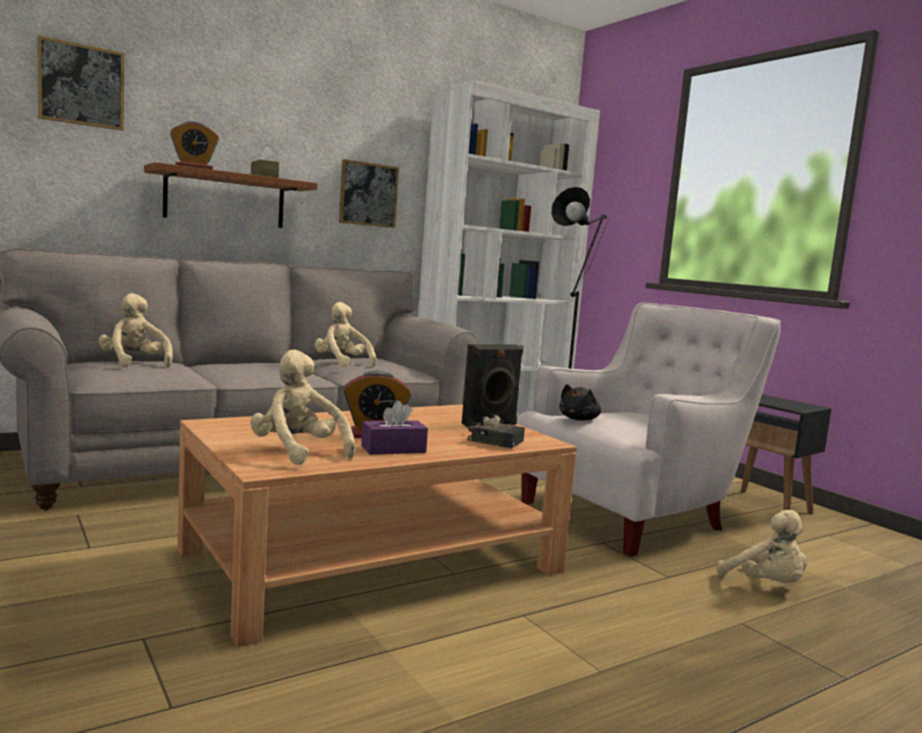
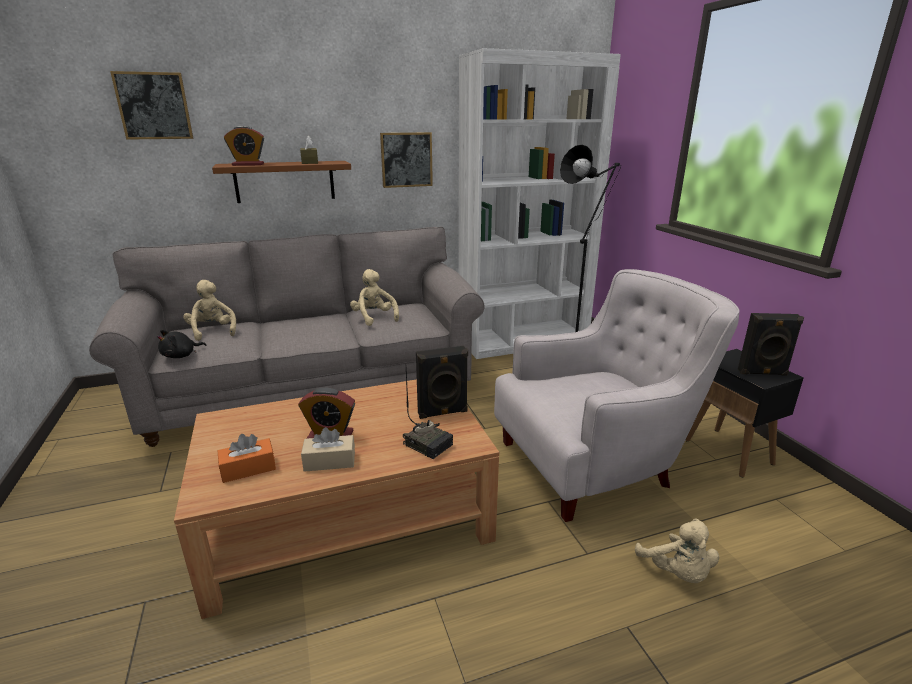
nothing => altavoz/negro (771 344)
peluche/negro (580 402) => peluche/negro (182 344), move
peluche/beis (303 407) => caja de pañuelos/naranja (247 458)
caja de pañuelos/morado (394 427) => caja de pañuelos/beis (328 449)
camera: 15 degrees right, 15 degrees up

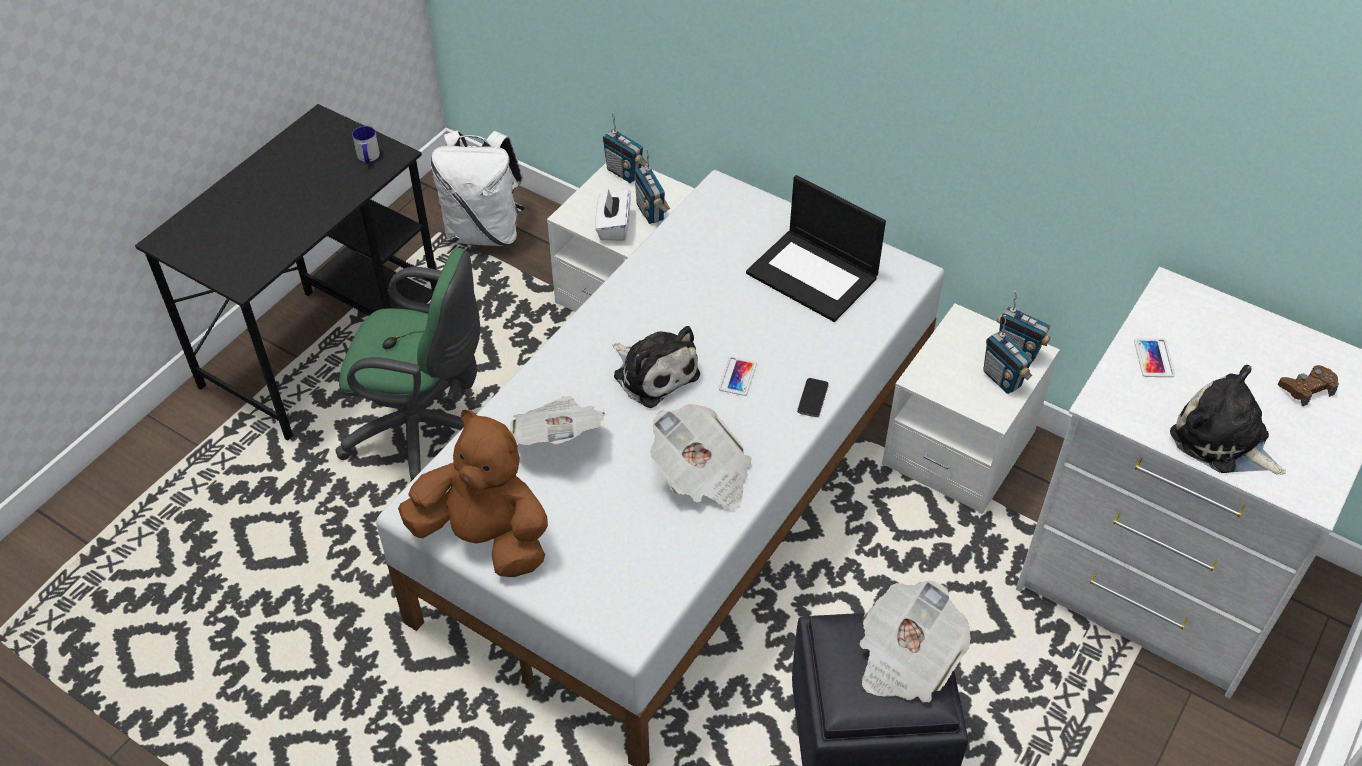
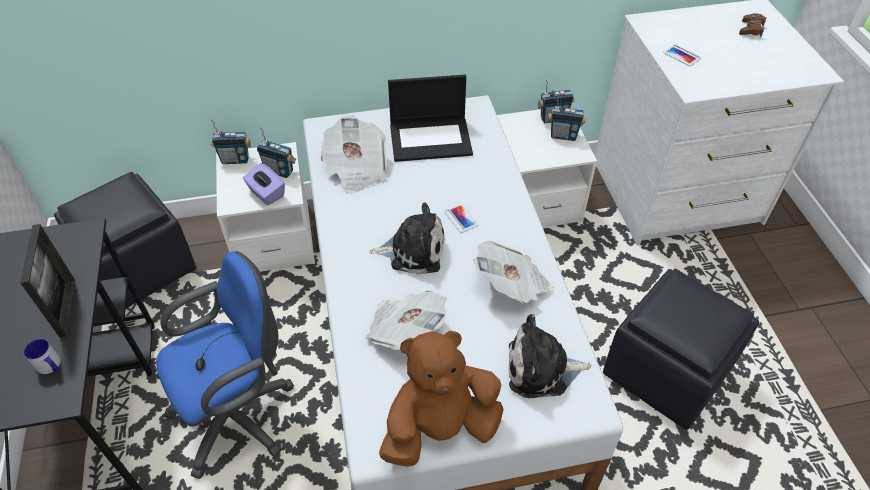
móvil (813 397) => nothing
nothing => portarretratos (47 281)
taza grande (366 144) => taza grande (42 356), move
periódico (915 642) => periódico (353 154), move
peluche (1228 420) => peluche (550 356), move
mochila/blanco (478 188) => puf/negro (125 240)
silla de oficina/verde (407 365) => silla de oficina/azul (225 365)
caja de pañuelos/blanco (613 215) => caja de pañuelos/morado (264 184)
camera: 45 degrees left, 0 degrees up

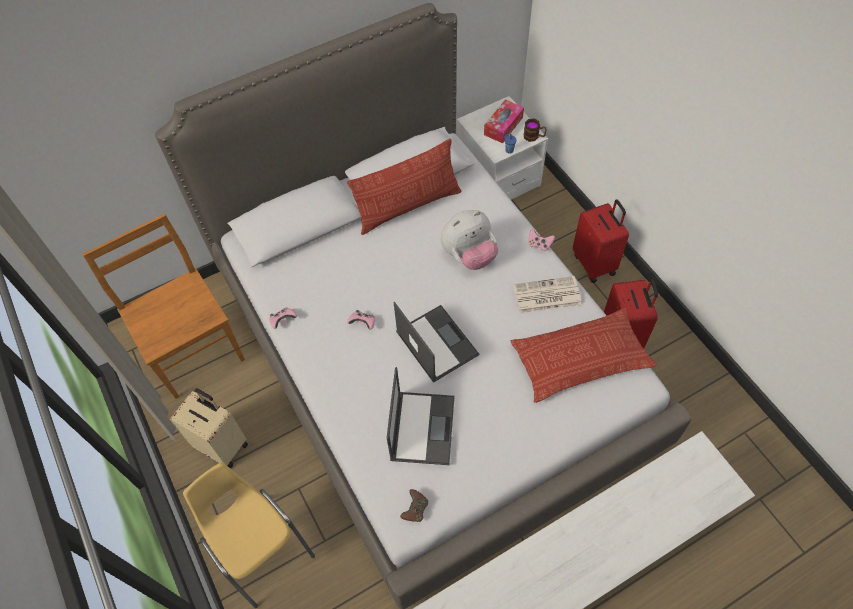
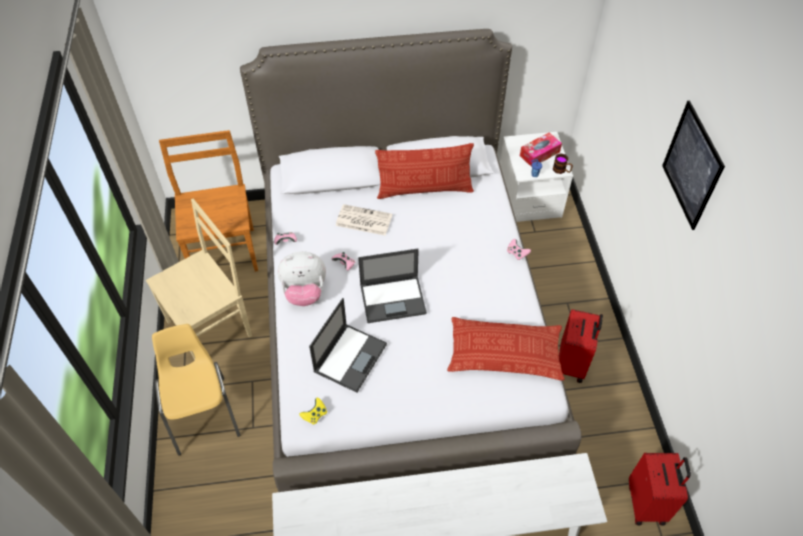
nothing => cuadro (693 165)
peluche (469 240) => peluche (301 278), move
periódico (547 294) => periódico (364 220), move
maleta/rojo (601 241) => maleta/rojo (660 489), move
maleta/beis (209 428) => silla/beis (199 279)
mando de consola/marrón (414 505) => mando de consola/amarillo (313 411)
portátil (437 342) => portátil (392 286), 90 degrees clockwise
camera: 20 degrees right, 5 degrees down

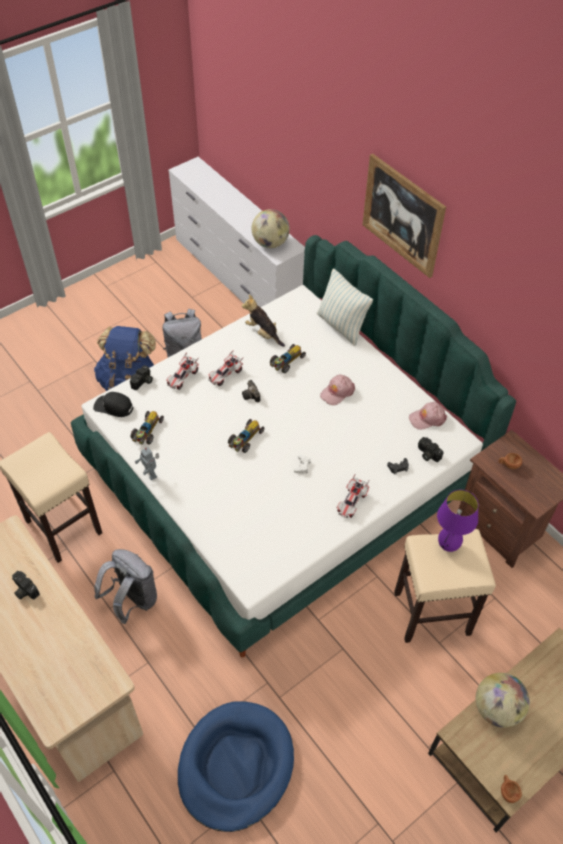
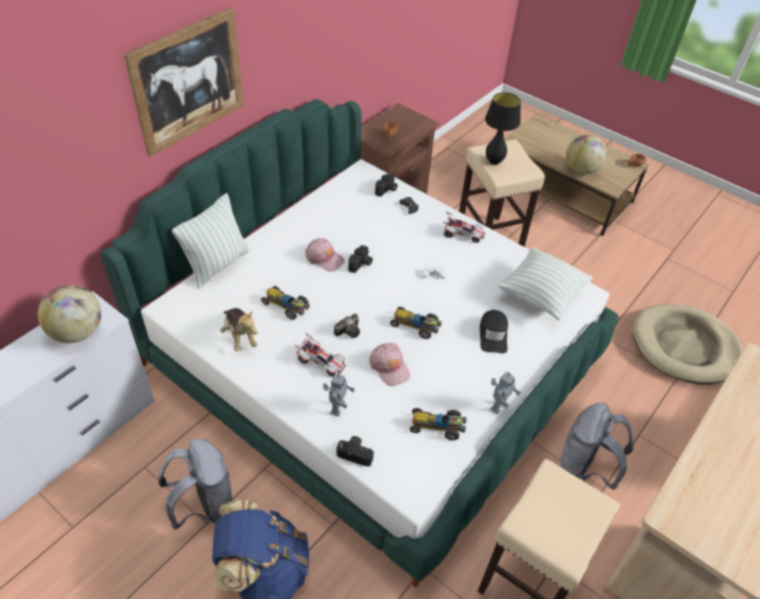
nothing => cojín (545 283)
cámara (26 585) => cámara (360 259), move
gorra/negro (113 404) => gorra/negro (494 331), move
gorra/rosa (428 416) => gorra/rosa (389 364), move
coche de juguete (182 371) => robot de juguete (339 395)
cama para perro/azul (236 766) => cama para perro/beis (688 344)
lámpara de mesa/morado (457 521) => lámpara de mesa/negro (503 128)
peluche (263 321) => peluche (239 329), 60 degrees counterclockwise
camera: 105 degrees left, 5 degrees down

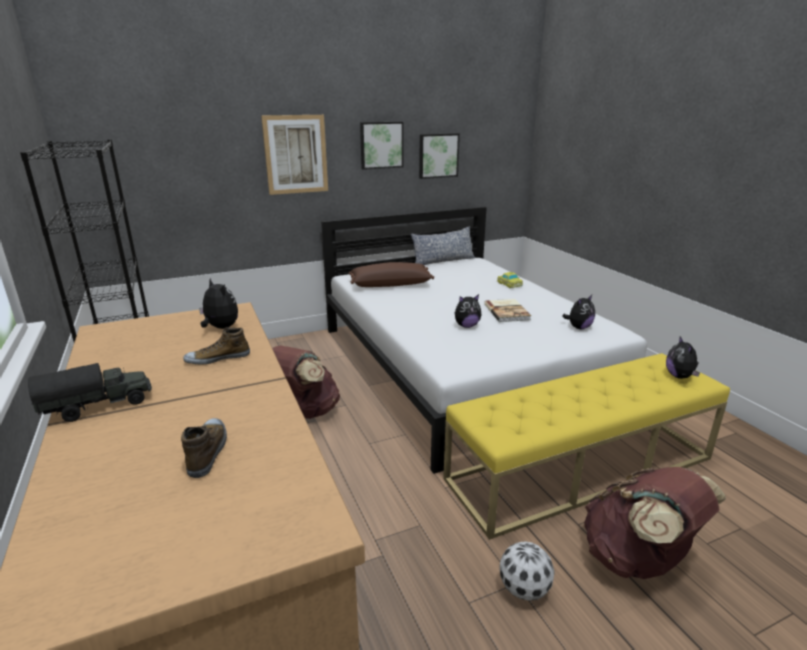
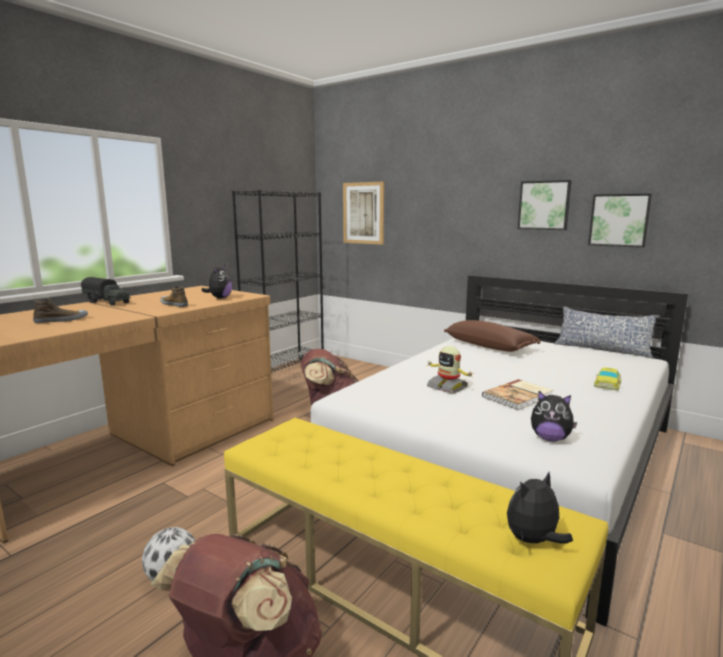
cuadro (294 155) => cuadro (363 213), move
peluche (468 311) => robot de juguete (449 369)
camera: 60 degrees right, 10 degrees down

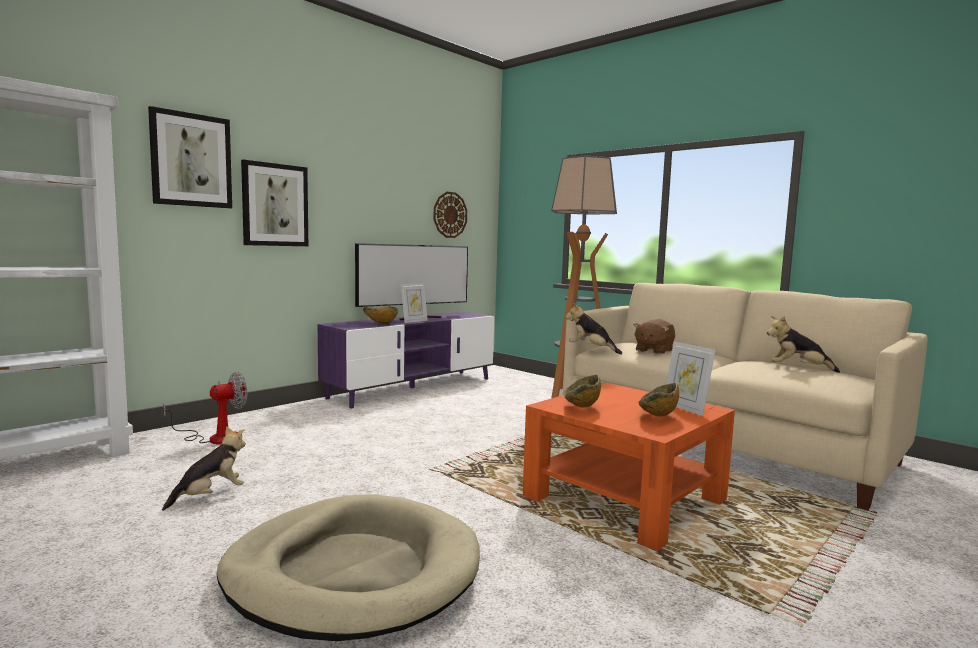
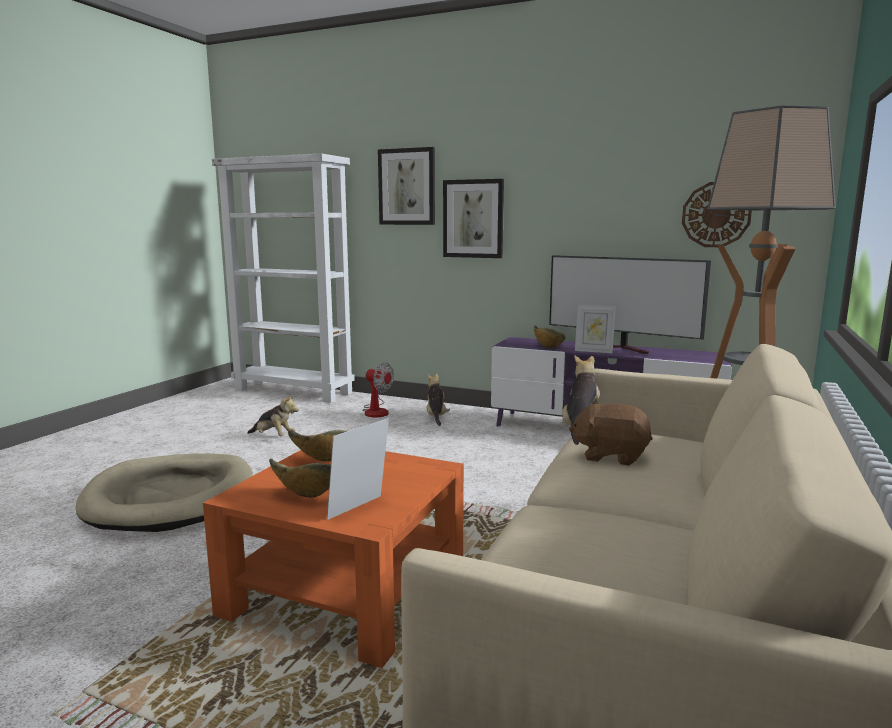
peluche (803 344) => peluche (438 400), move
camera: 70 degrees right, 5 degrees up

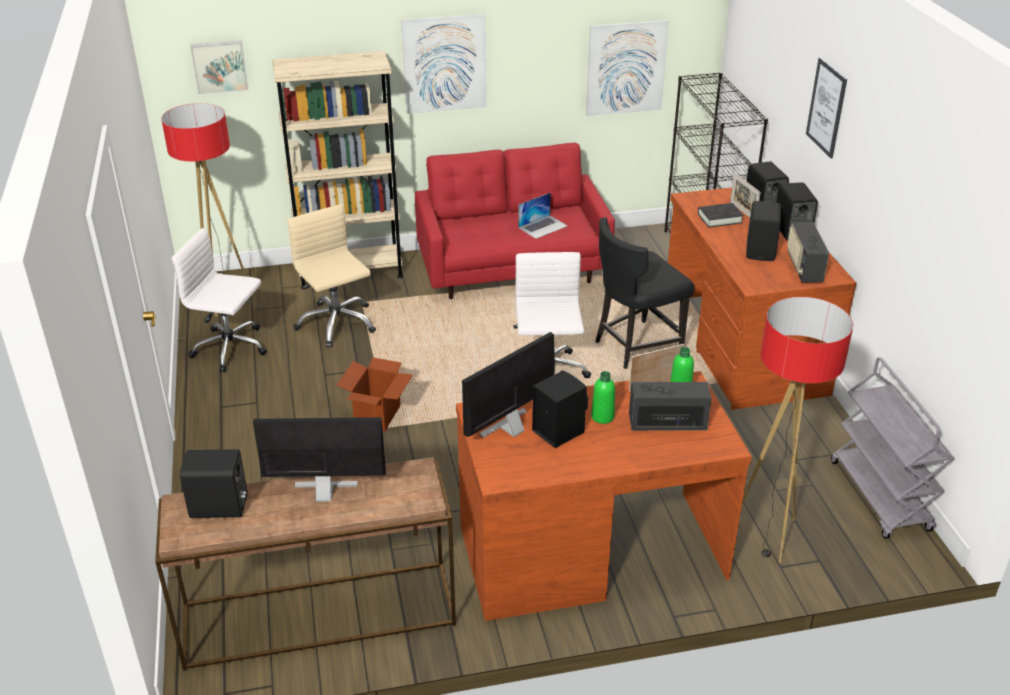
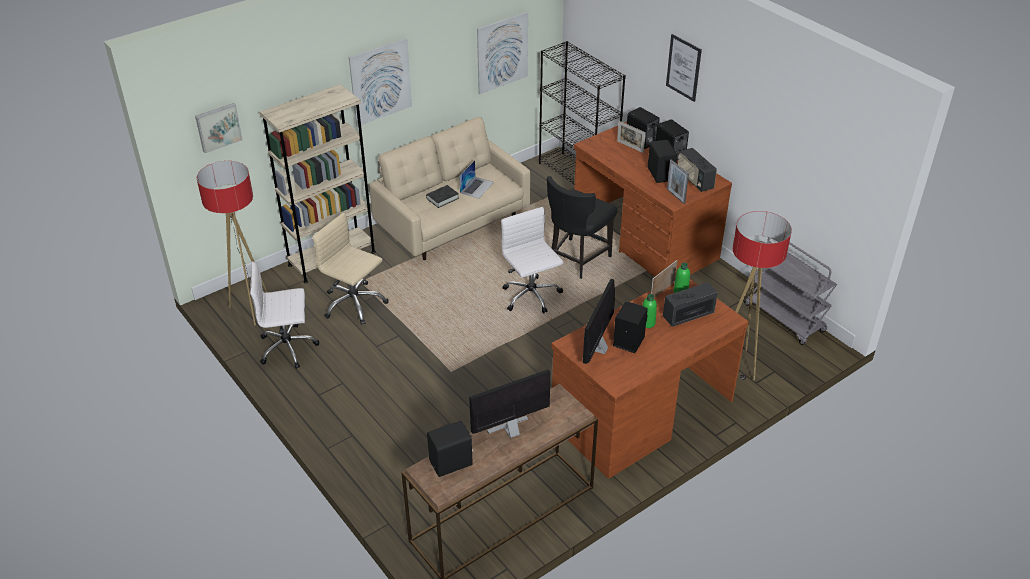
caja de cartón (375 394) => nothing
nothing => portarretratos (678 181)
libro/negro (721 215) => libro/negro (442 196), move
sofá/rojo (515 221) => sofá/beis (449 188)
camera: 25 degrees left, 5 degrees up

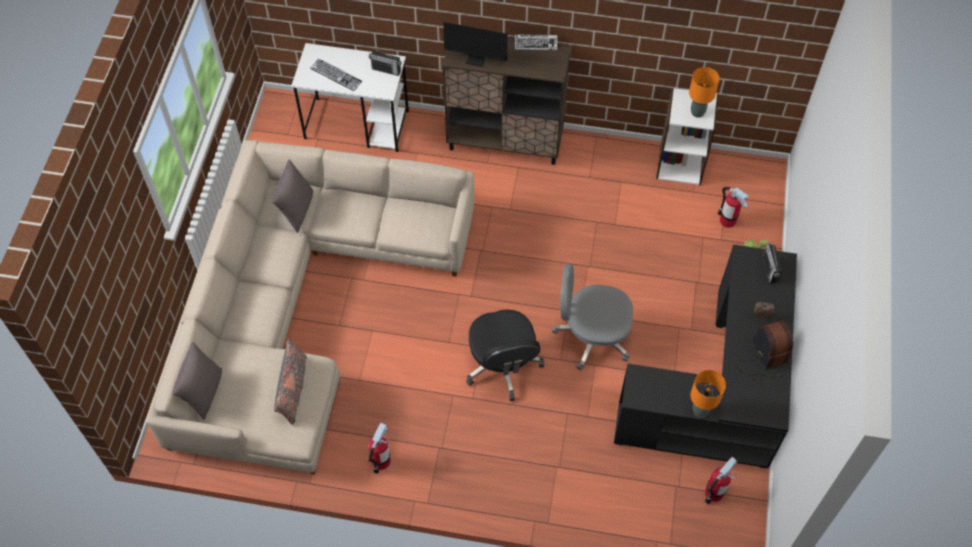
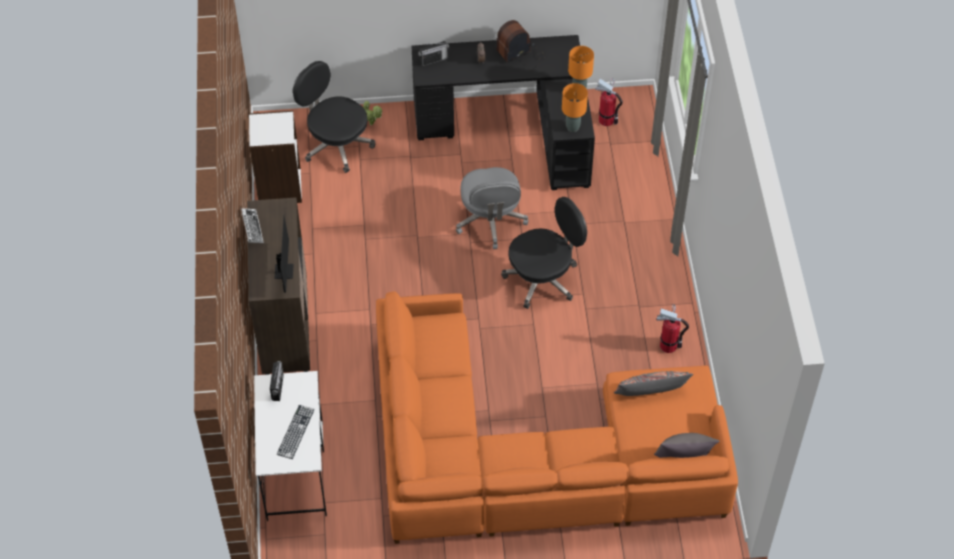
cojín/gris (292 196) => nothing
lámpara de mesa/naranja (704 92) => lámpara de mesa/naranja (575 107), move
extintor (733 207) => silla de oficina/negro (334 117)
sofá/beis (310 307) => sofá/naranja (557 417)
camera: 105 degrees left, 5 degrees down

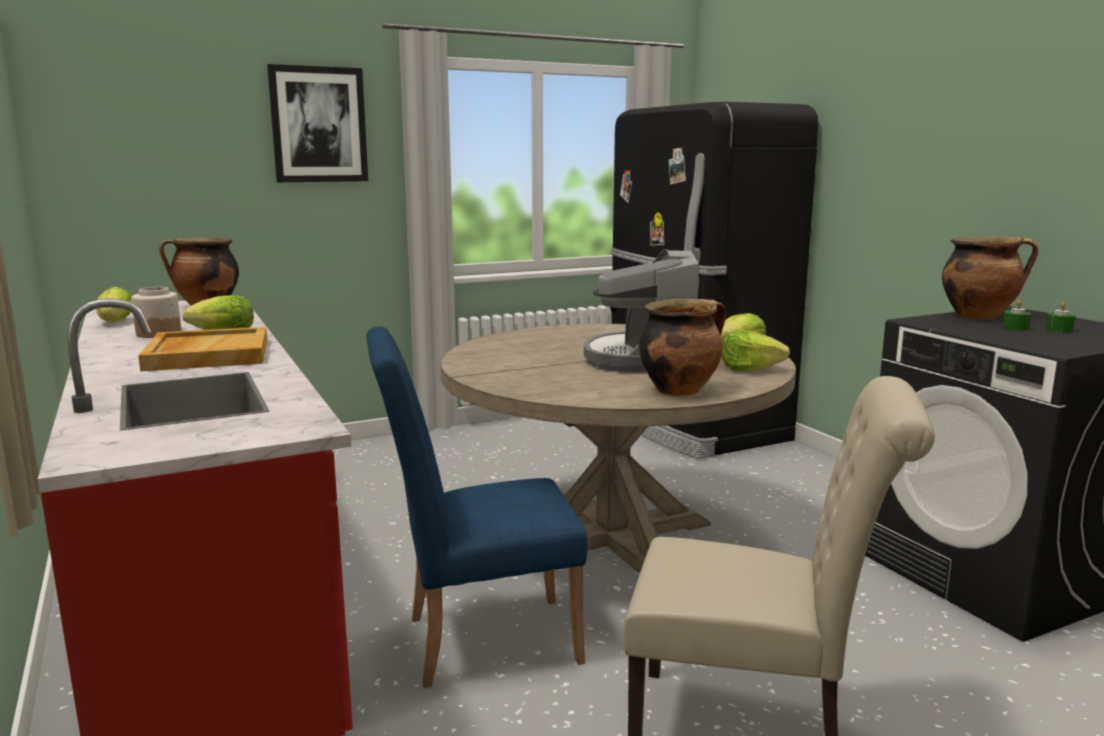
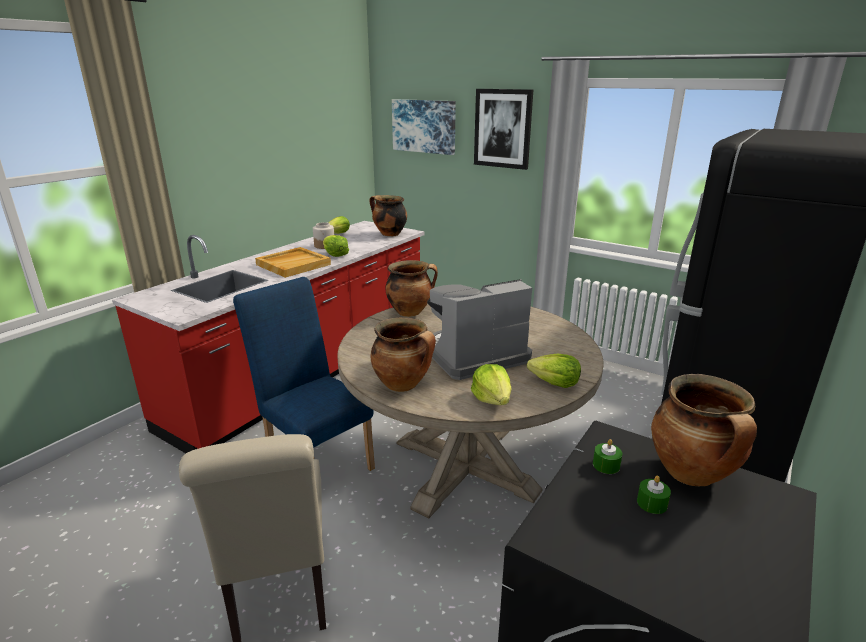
nothing => olla (411 288)
nothing => cuadro (424 127)
vela/verde (1061 317) => vela/verde (607 456), move
camera: 60 degrees right, 10 degrees up

